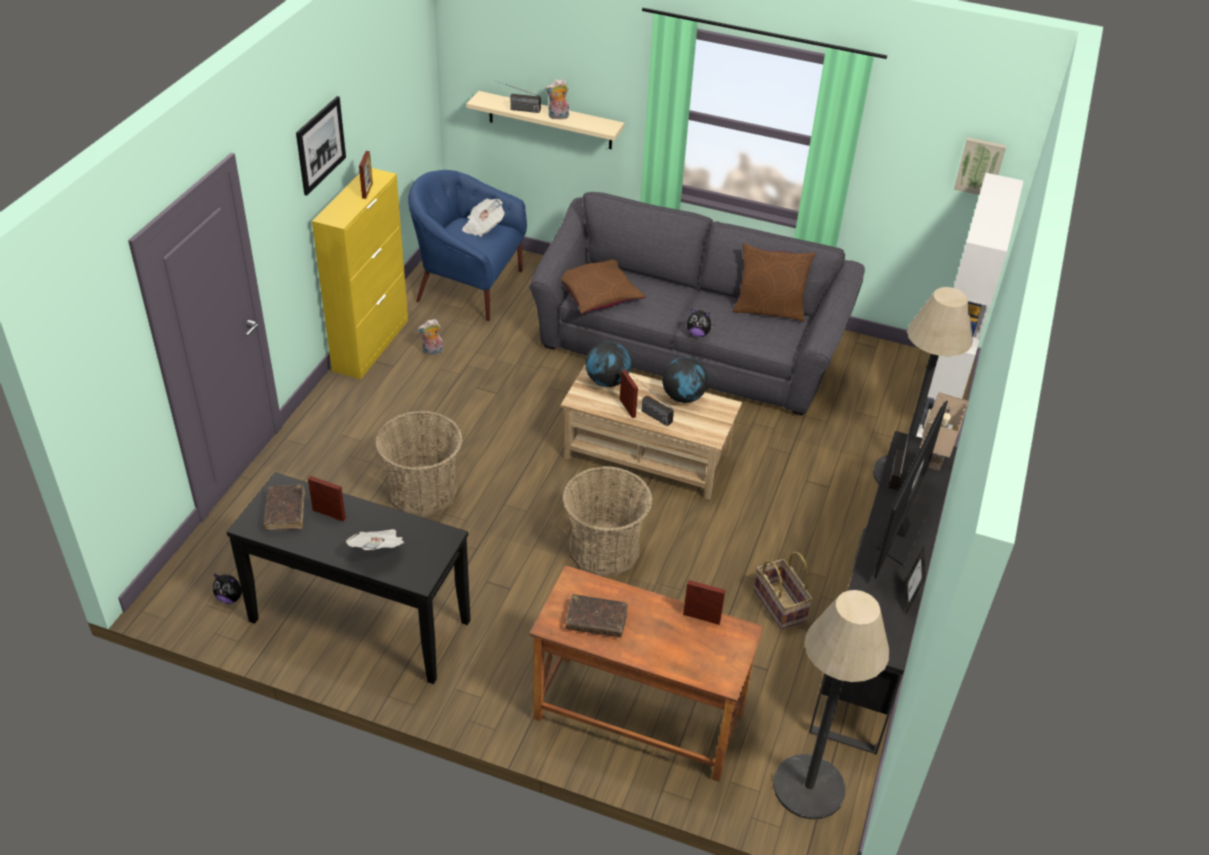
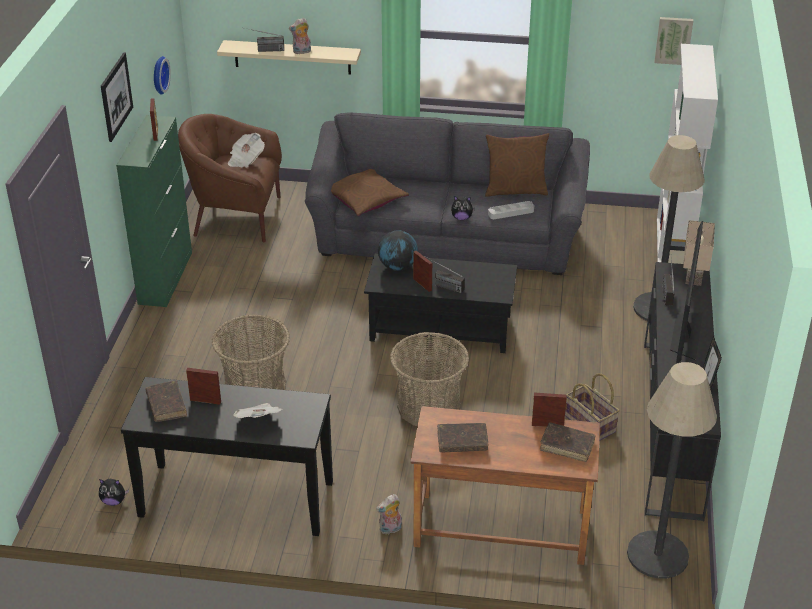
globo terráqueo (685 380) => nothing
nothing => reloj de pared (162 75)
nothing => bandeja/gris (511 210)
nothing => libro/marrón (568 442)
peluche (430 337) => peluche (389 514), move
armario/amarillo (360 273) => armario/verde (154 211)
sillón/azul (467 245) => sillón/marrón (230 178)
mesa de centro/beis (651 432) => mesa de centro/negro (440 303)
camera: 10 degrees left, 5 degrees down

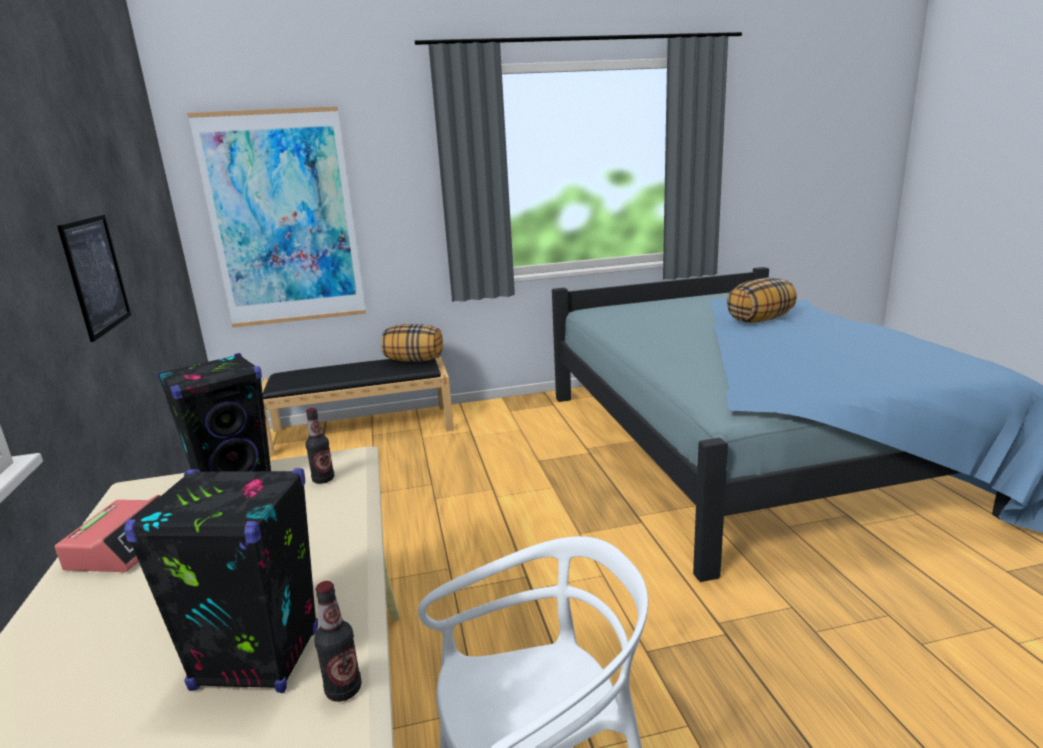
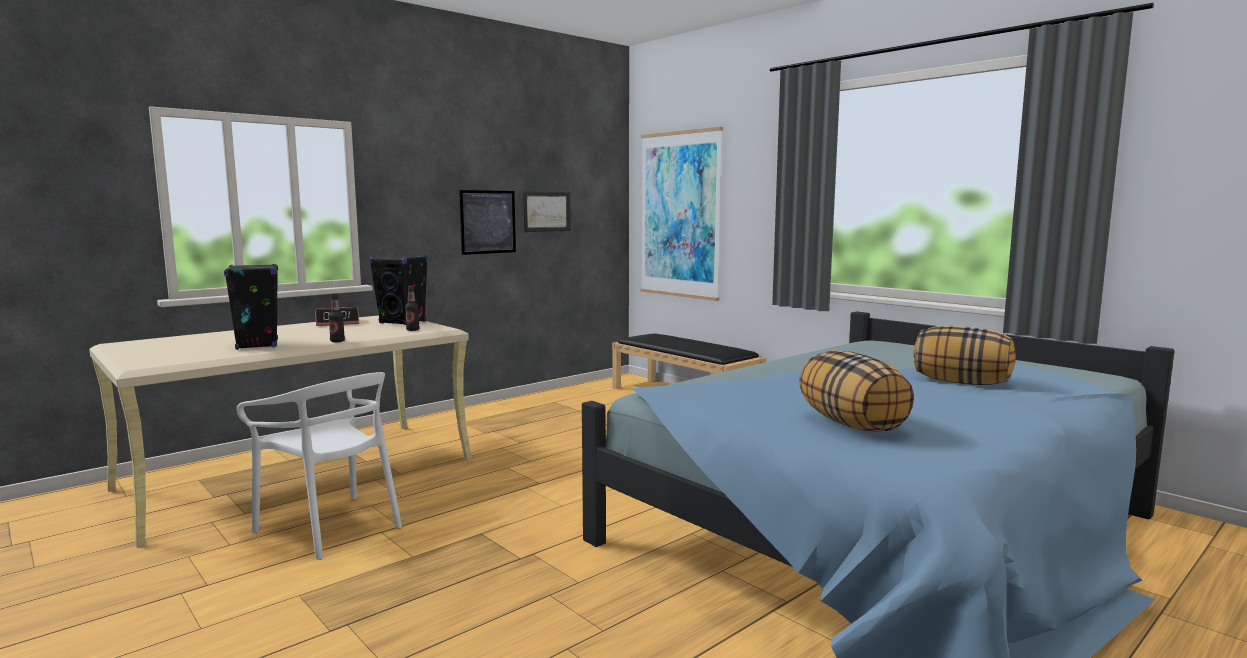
nothing => cuadro (547 211)
botella (338 641) => botella (336 317), move
cojín (412 343) => cojín (856 391), move
camera: 60 degrees right, 10 degrees down

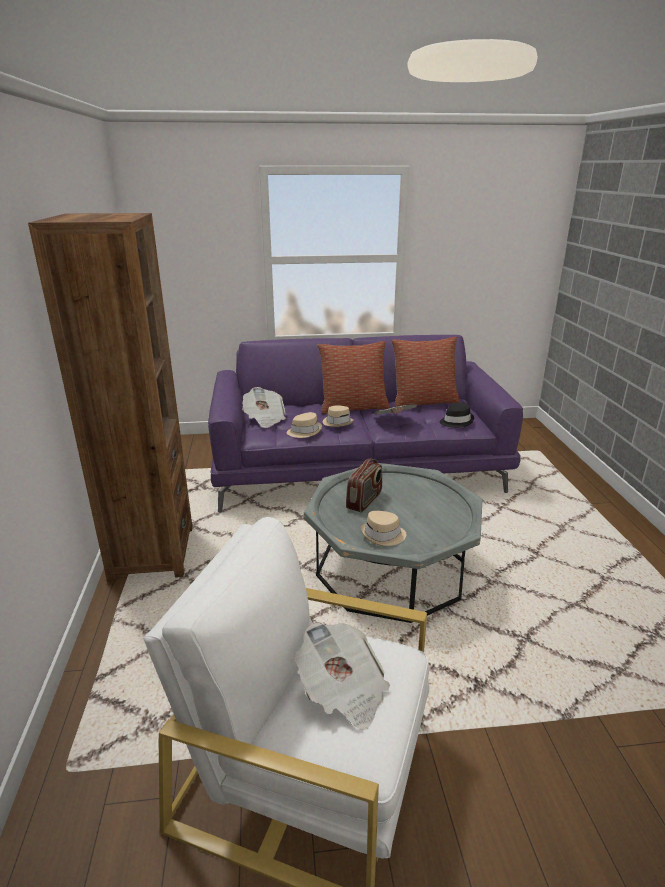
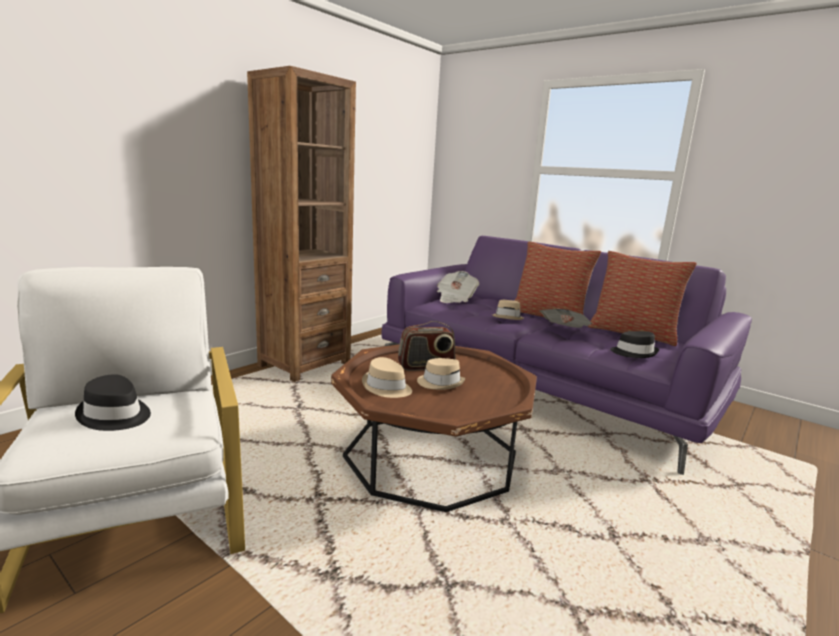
sombrero/beis (304 425) => sombrero/beis (441 374), move
periódico (342 676) => sombrero/negro (113 402)
mesa de centro/gris (393 543) => mesa de centro/marrón (434 428)
camera: 45 degrees right, 10 degrees down

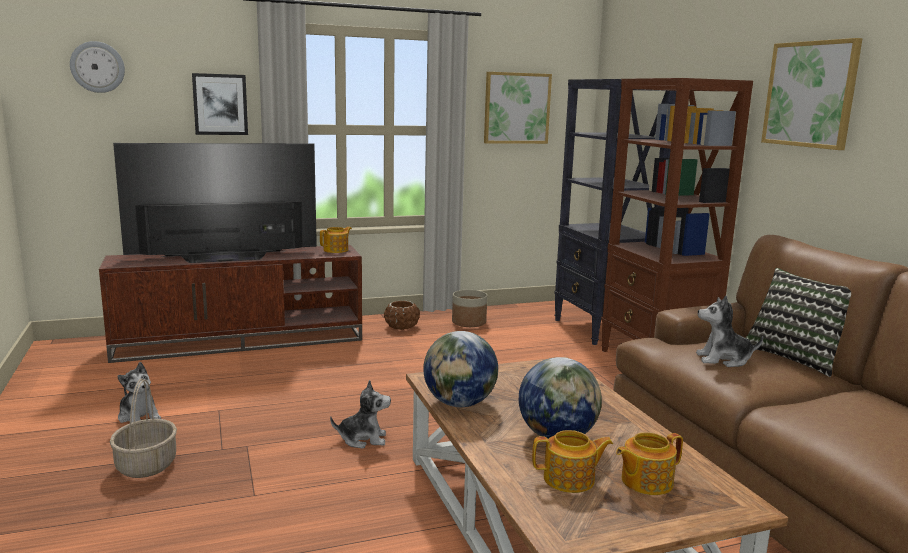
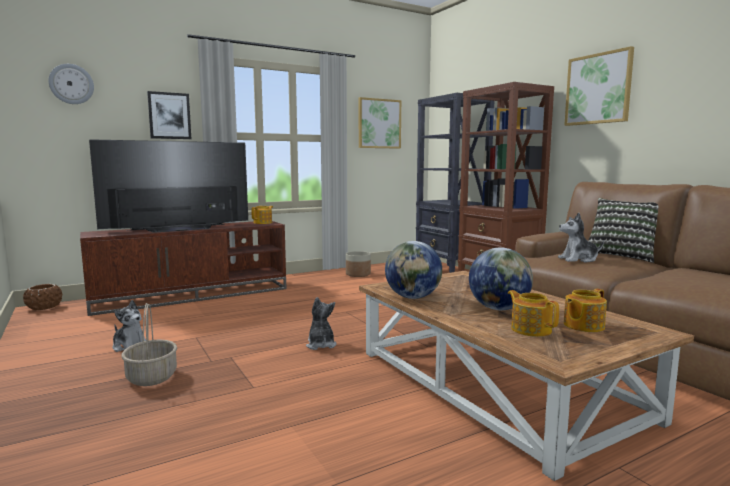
maceta/marrón (402 315) => maceta/marrón (42 297), move
peluche (360 414) => peluche (321 323), 90 degrees counterclockwise
tetera (572 461) => tetera (533 313), 105 degrees counterclockwise
camera: 10 degrees left, 5 degrees down

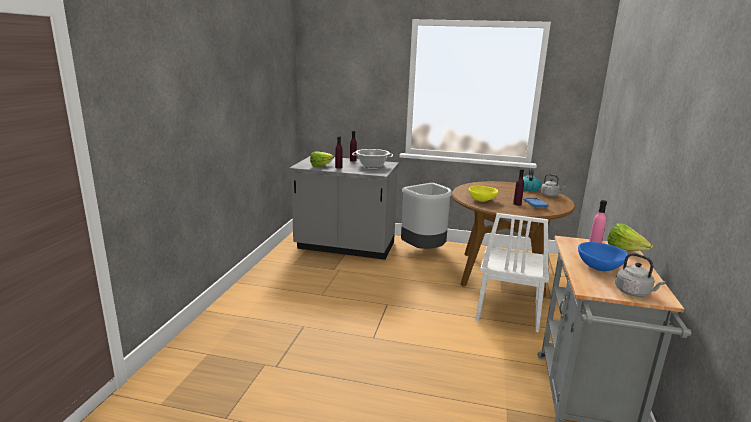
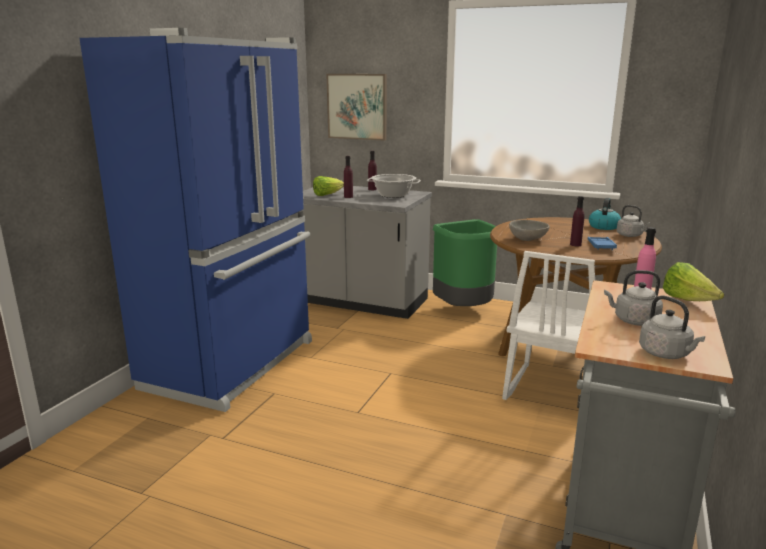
nothing => nevera/azul (195 220)
nothing => cuadro (356 107)
cuenco/azul (603 256) => hervidor/gris (633 298)
papelera/gris (426 216) => papelera/verde (465 262)
cuenco/amarillo (483 194) => cuenco/gris (529 230)
camera: 10 degrees right, 0 degrees up

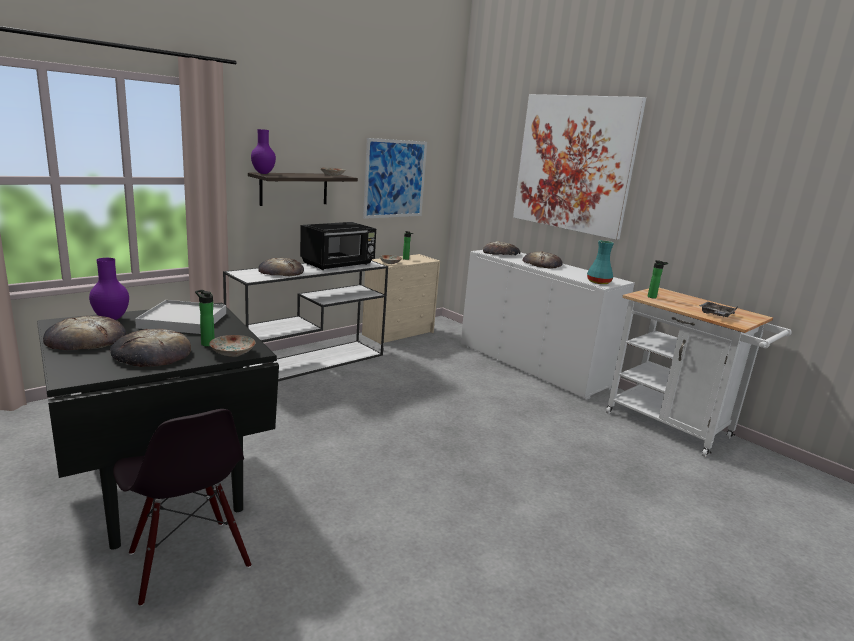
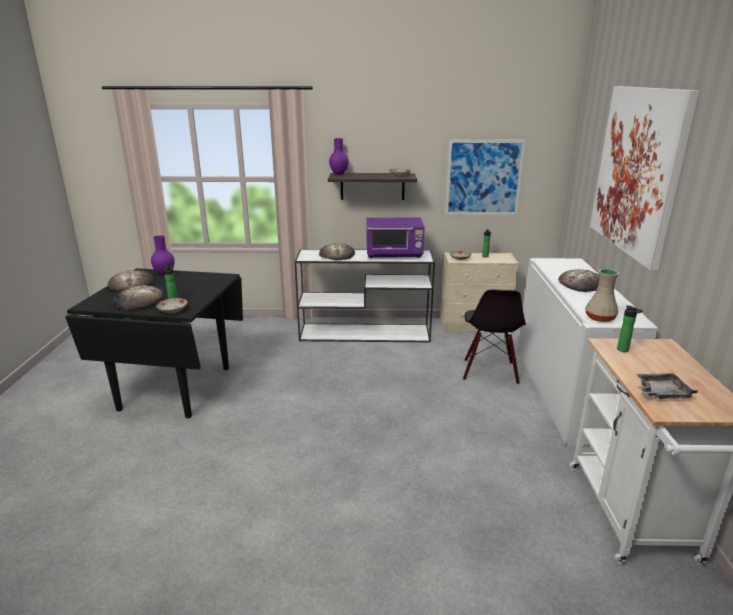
bandeja/blanco (180 317) => nothing
pan (501 248) => nothing
silla/negro (182 507) => silla/negro (494 337), move
microondas/negro (338 246) => microondas/morado (396 238)
florero/turquesa (600 262) => florero/beis (602 295)
camera: 45 degrees right, 5 degrees up

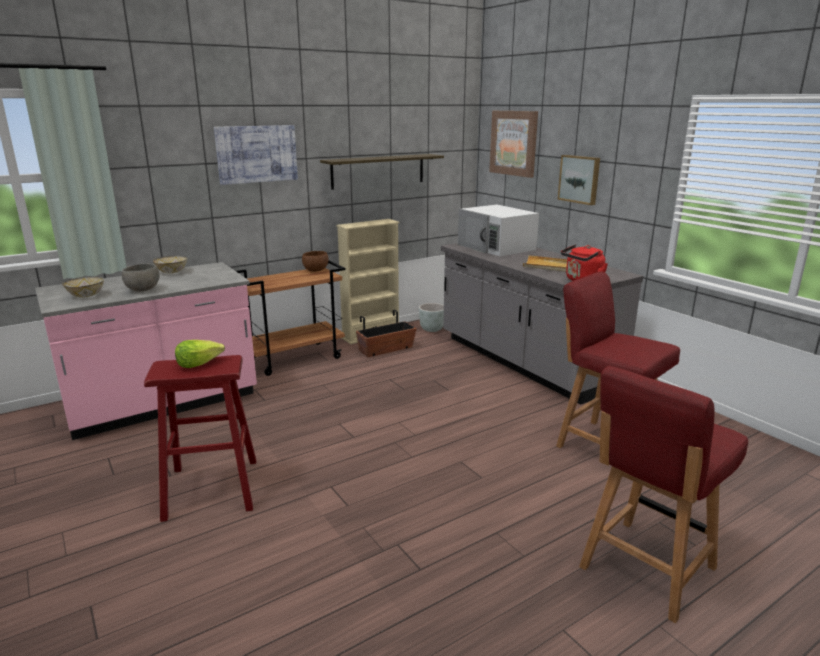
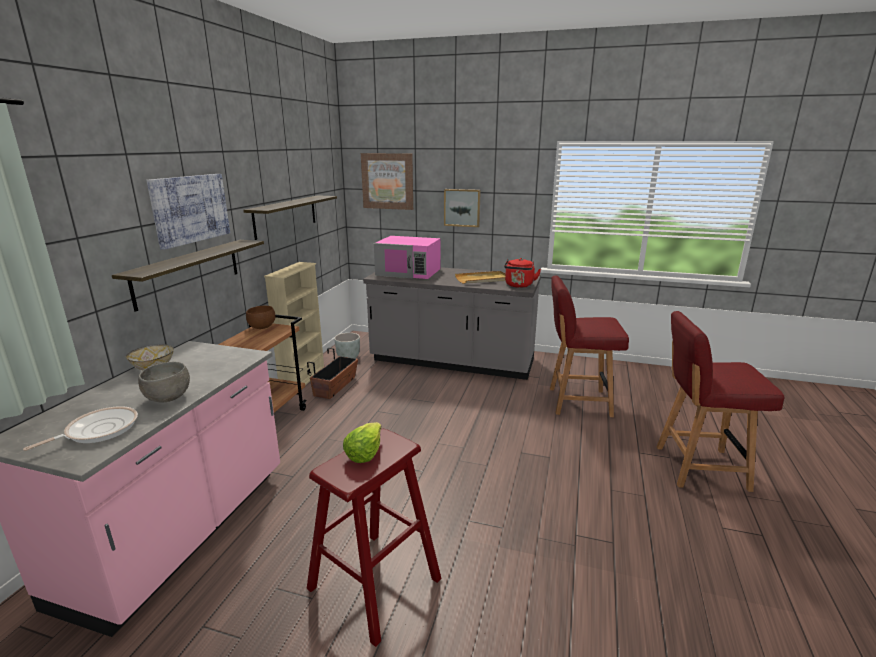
nothing => estante (188 276)
cuenco (83 287) => sartén (80 428)
microondas/blanco (498 230) => microondas/rosa (407 257)
silla/rojo (663 494) => silla/rojo (721 401), 90 degrees clockwise
camera: 40 degrees left, 0 degrees up

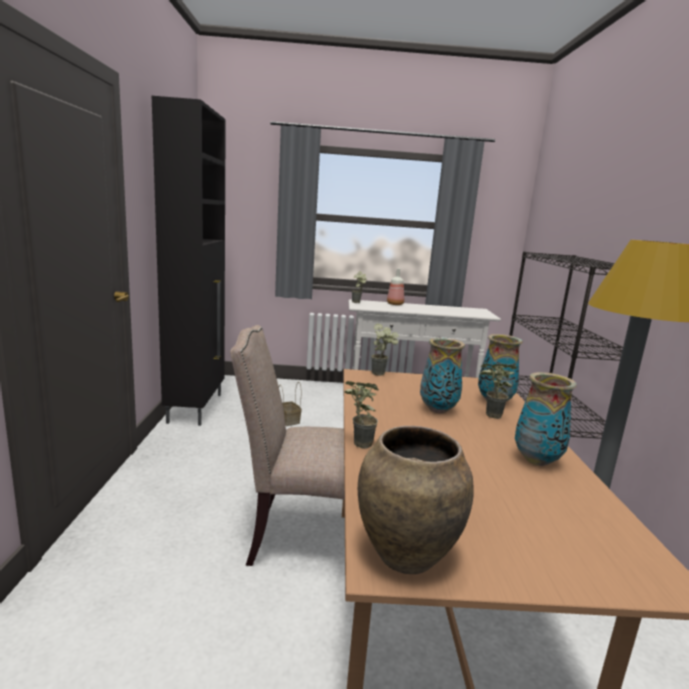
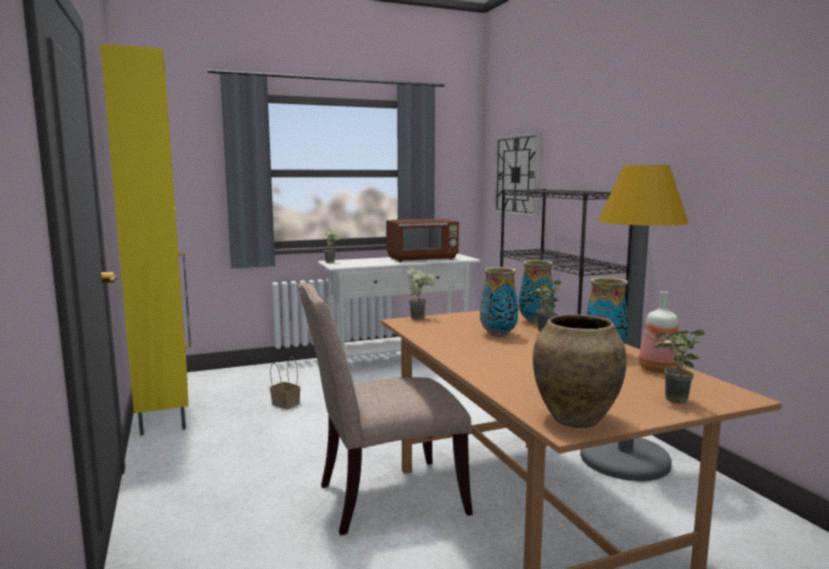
nothing => microondas/marrón (422 240)
nothing => reloj de pared (517 174)
planta en maceta (361 415) => planta en maceta (679 366), move
botella (395 286) => botella (659 332), move
armario/negro (189 261) => armario/amarillo (145 239)
camera: 20 degrees left, 5 degrees down

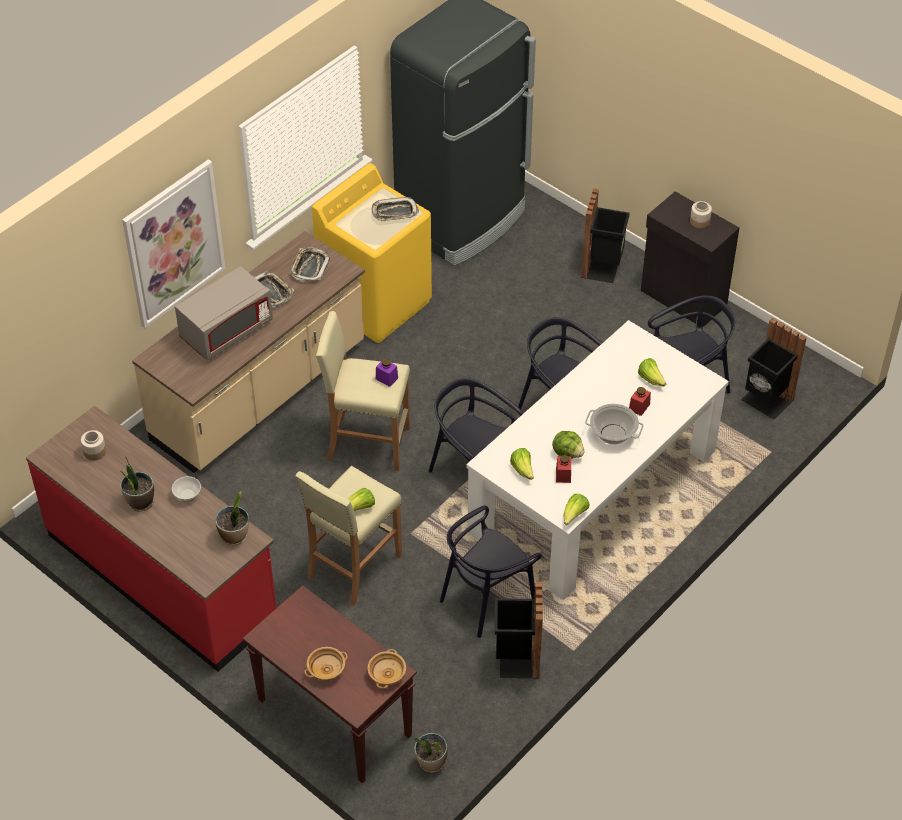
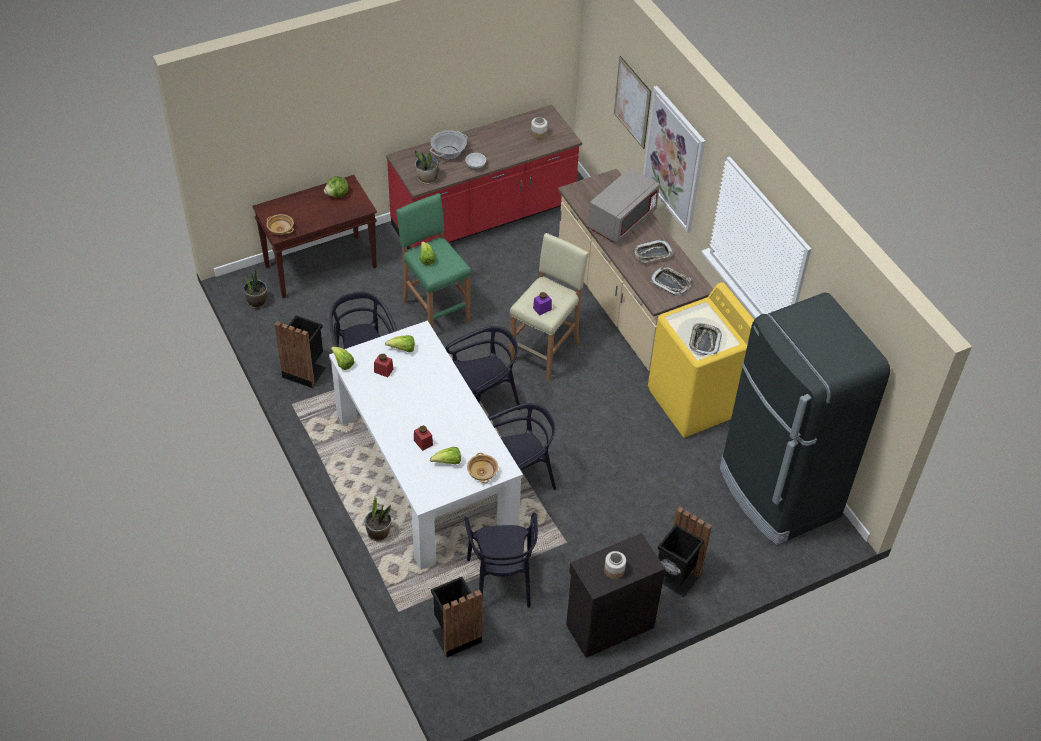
nothing => cuadro (632 102)
planta en maceta (137 484) => planta en maceta (378 518), move
cuenco/beis (326 664) => cuenco/beis (482 468), move
lechuga (568 445) => lechuga (336 186), move
olla (614 424) => olla (449 144), move
taburete/beis (348 536) => taburete/verde (433 260)
microondas/gris (224 313) => microondas/gris (624 206), 120 degrees counterclockwise
camera: 110 degrees right, 0 degrees up

